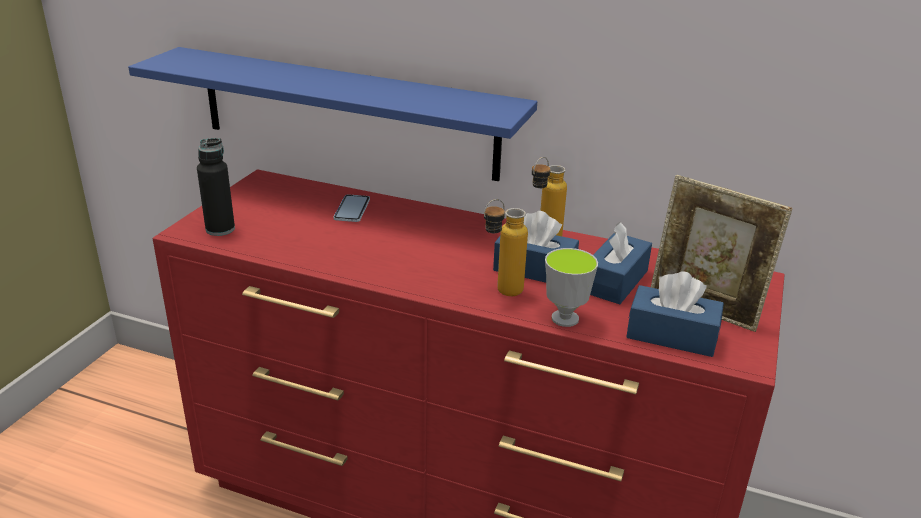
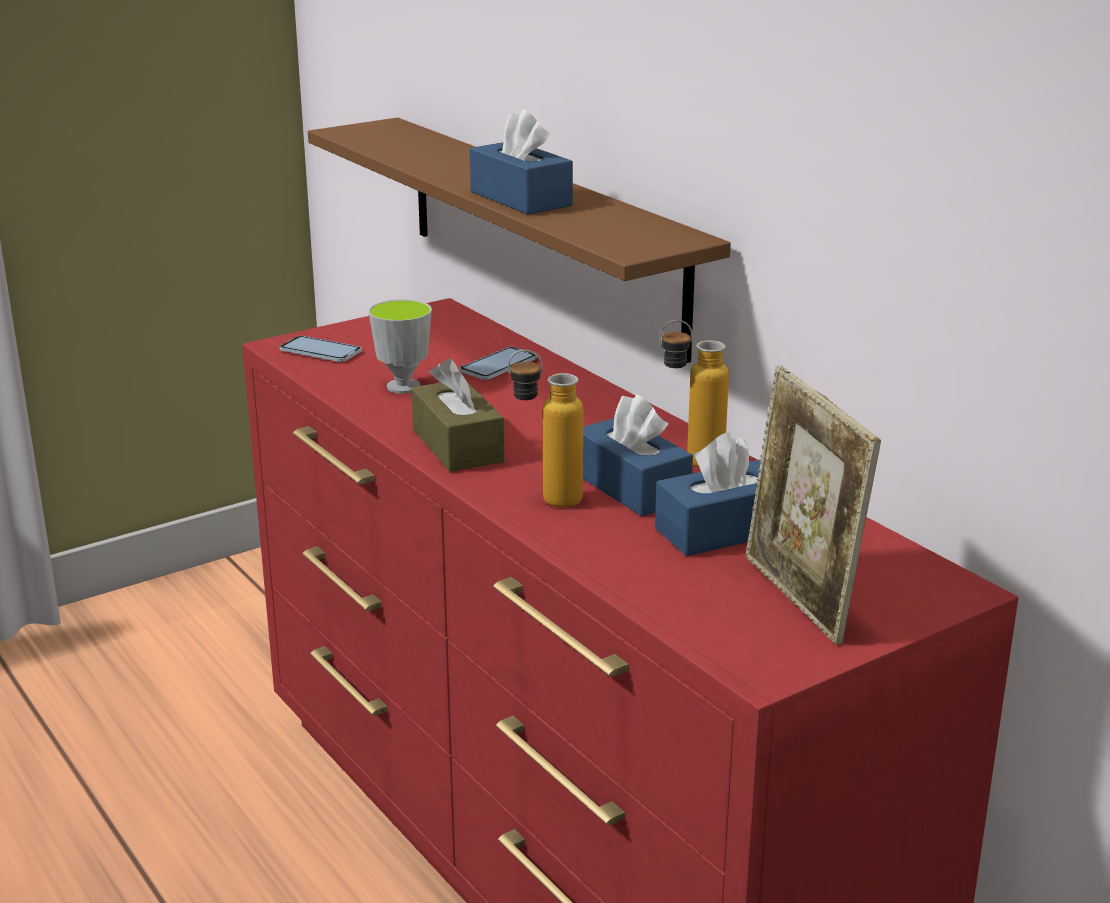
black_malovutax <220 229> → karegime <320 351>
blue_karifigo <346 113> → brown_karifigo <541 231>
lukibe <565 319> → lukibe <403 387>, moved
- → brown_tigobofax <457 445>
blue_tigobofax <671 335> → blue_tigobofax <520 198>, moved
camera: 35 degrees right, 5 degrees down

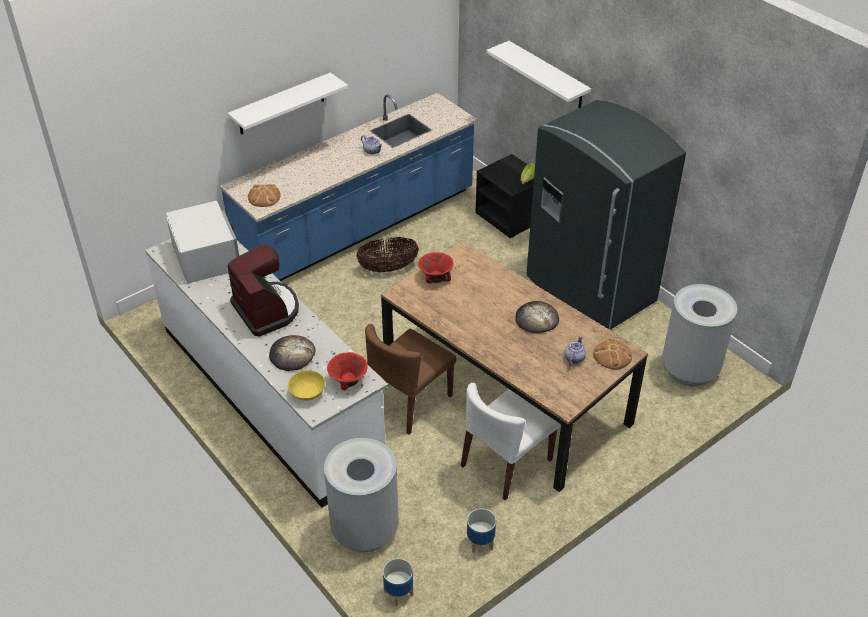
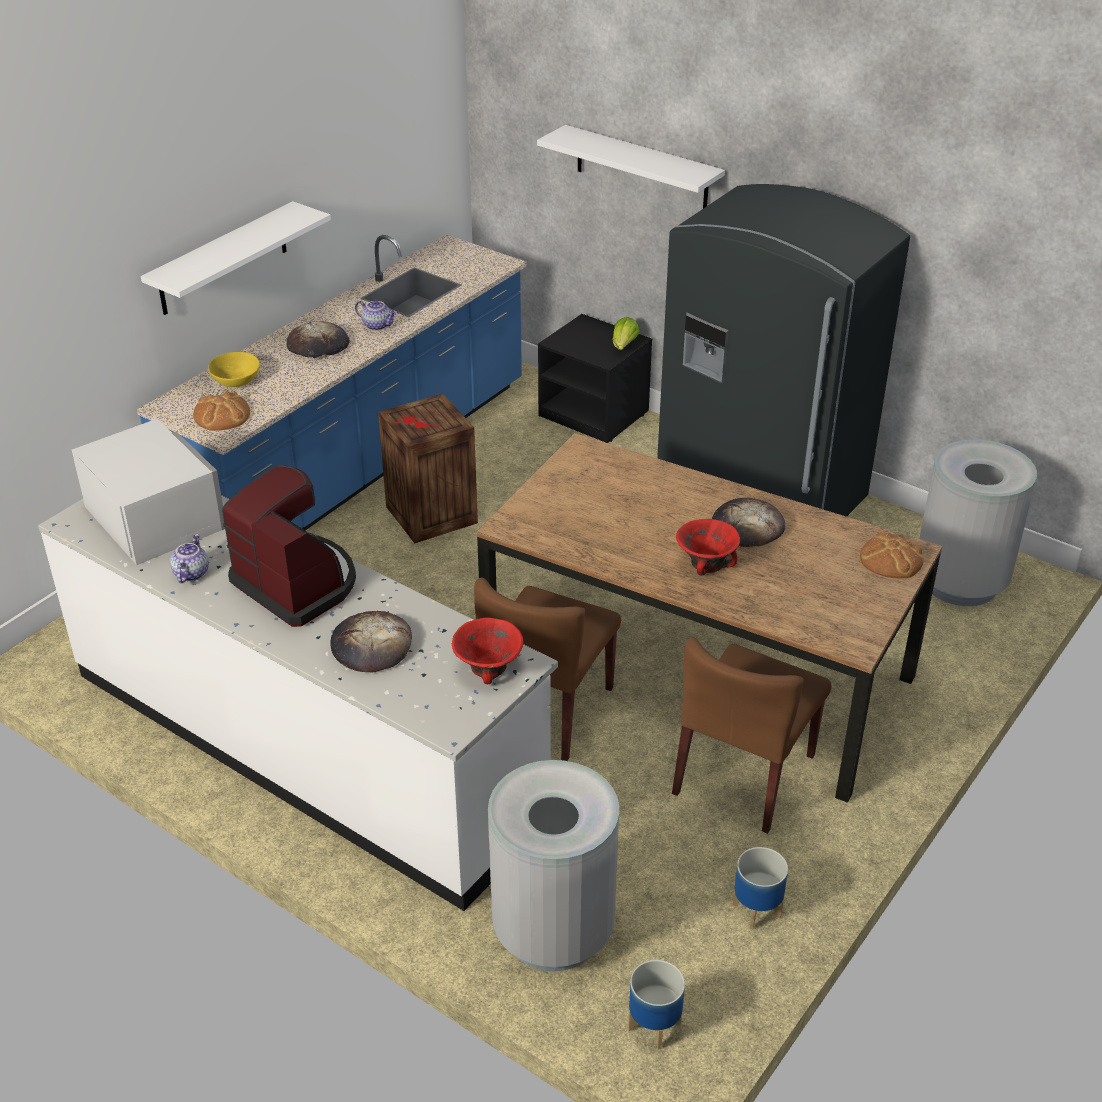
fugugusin <573 358> → fugugusin <190 573>, moved
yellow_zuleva <307 393> → yellow_zuleva <236 381>, moved
- → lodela <318 345>
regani <388 268> → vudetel <431 516>
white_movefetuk <506 463> → brown_movefetuk <744 775>
red_zuleva <436 277> → red_zuleva <707 564>, moved
camera: 15 degrees left, 5 degrees down

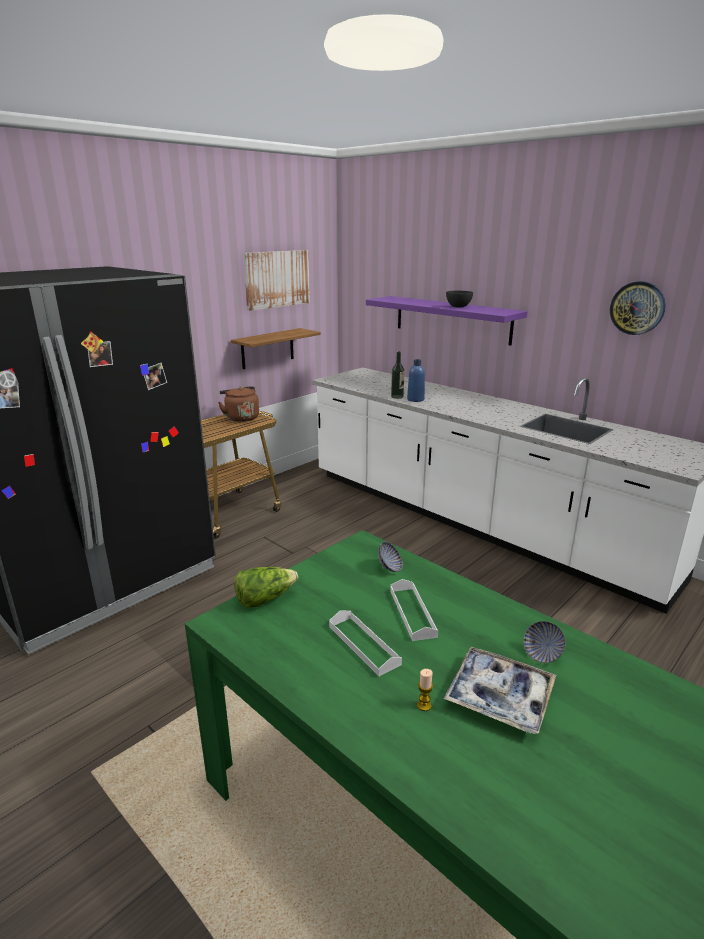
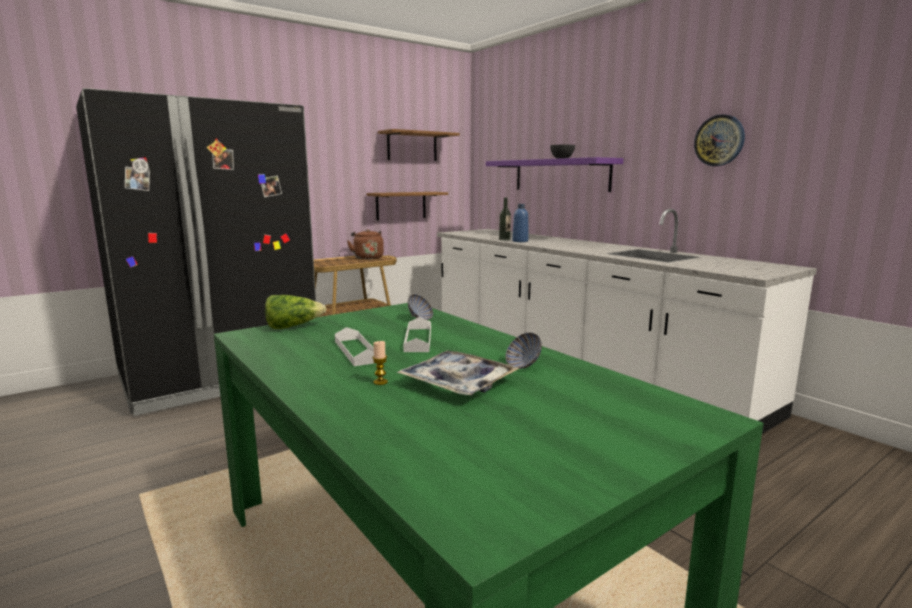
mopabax <277 279> → karifigo <412 146>
camera: 10 degrees right, 10 degrees down

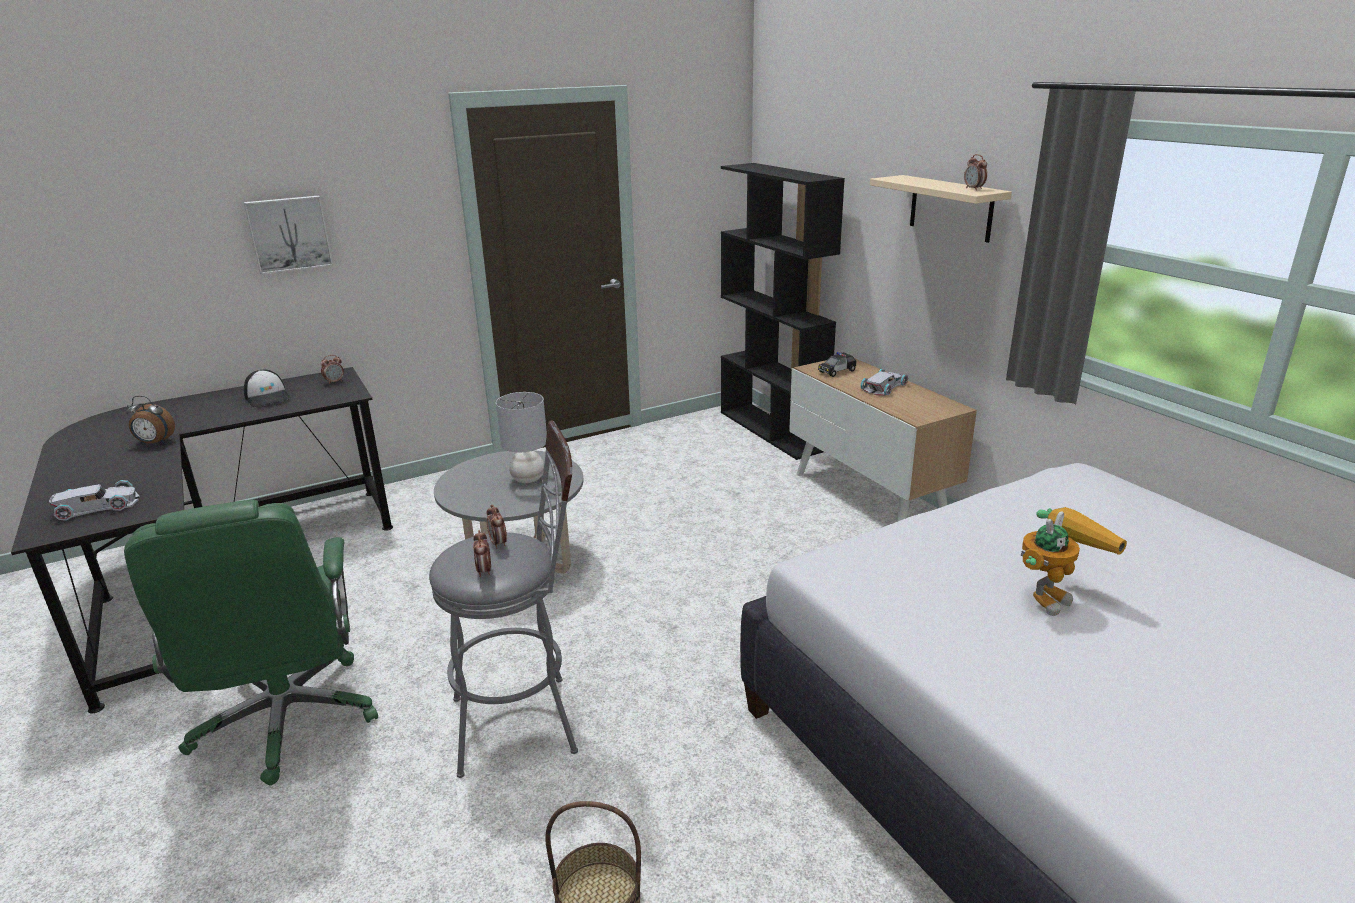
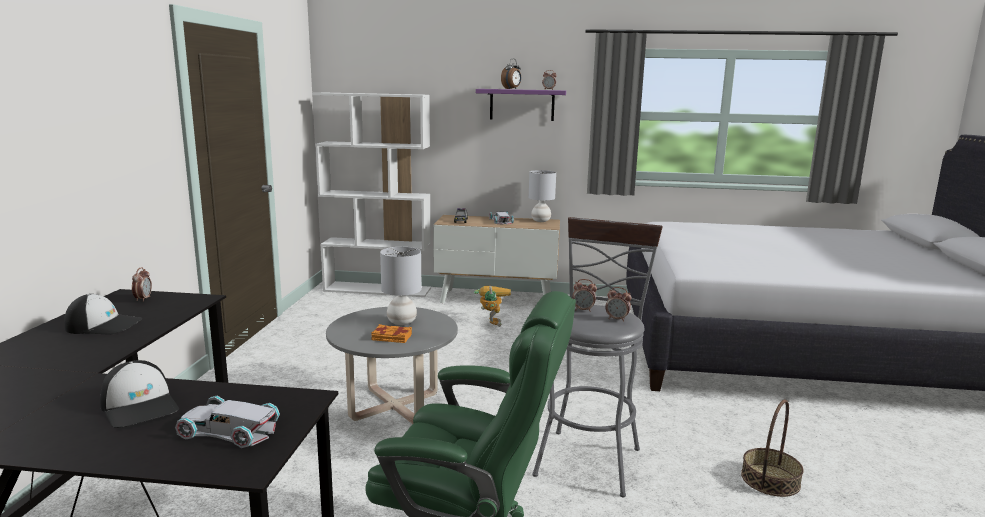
- → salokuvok <140 406>
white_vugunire <98 507> → white_vugunire <229 429>, 90 degrees counterclockwise
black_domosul <773 430> → white_domosul <378 289>
- → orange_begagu <391 337>
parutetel <1052 594> → parutetel <491 321>, moved
beige_karifigo <951 208> → purple_karifigo <522 104>
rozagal <155 443> → rozagal <511 89>, moved
- → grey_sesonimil <541 221>
mopabax <289 234> → -
camera: 55 degrees left, 10 degrees down

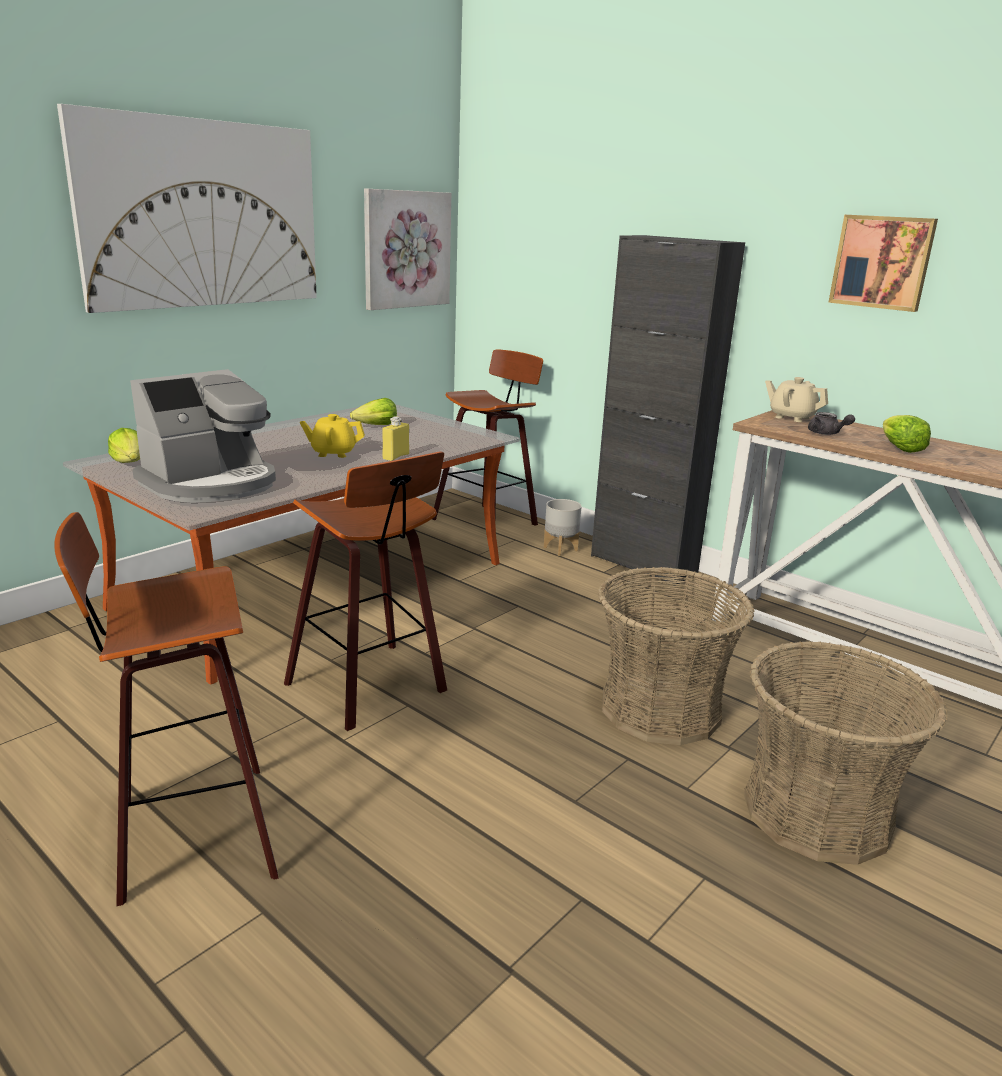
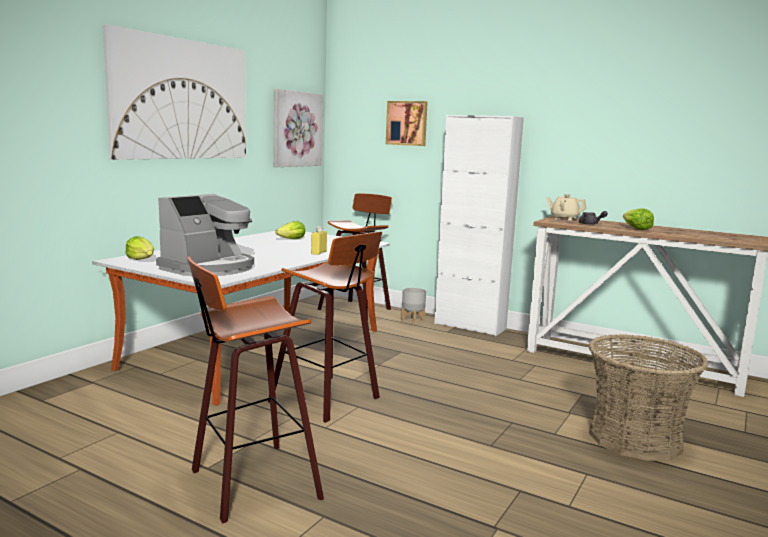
mopabax <882 262> → mopabax <407 123>, moved
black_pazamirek <643 564> → white_pazamirek <470 326>
yellow_fugugusin <333 453> → -
regani <660 709> → -
camera: 10 degrees left, 10 degrees down

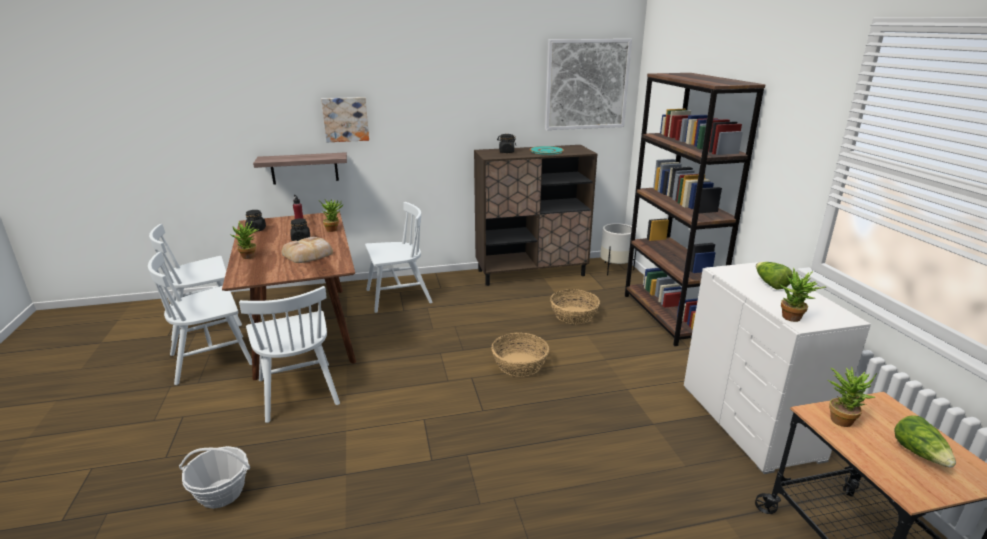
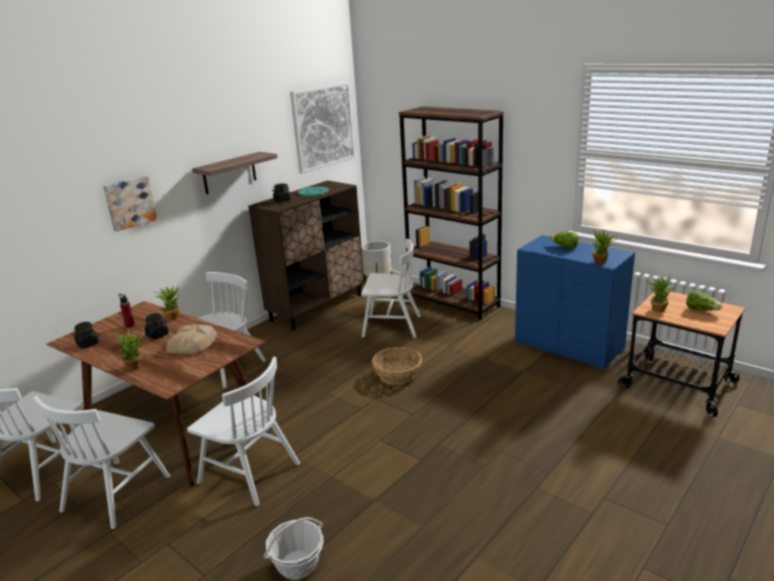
karifigo <304 168> → karifigo <229 173>, moved
regani <574 315> → white_movefetuk <391 326>
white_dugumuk <750 421> → blue_dugumuk <569 346>
camera: 35 degrees left, 0 degrees up

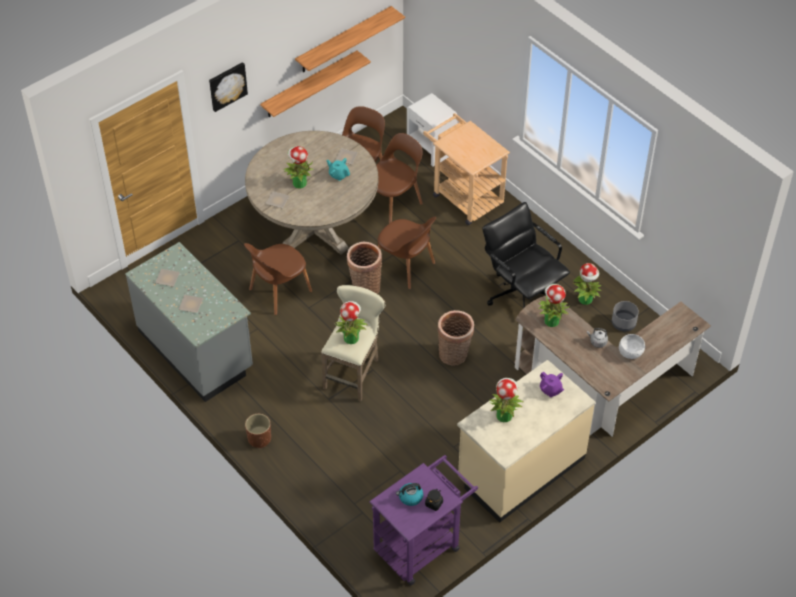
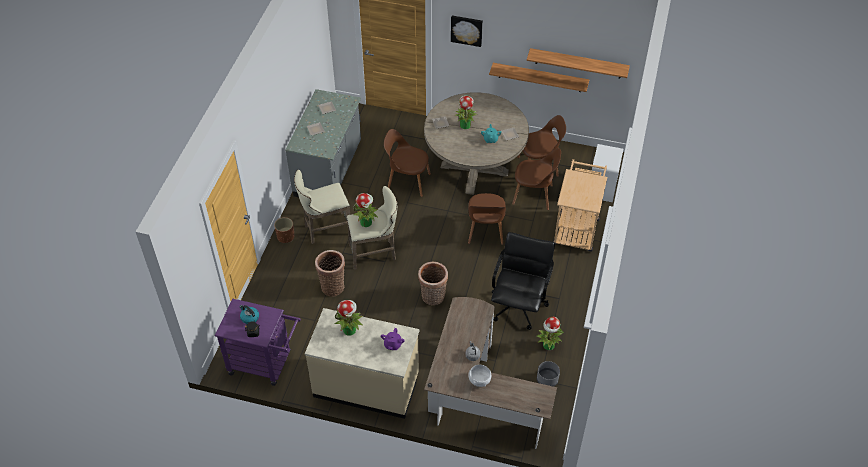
- → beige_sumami <325 229>
regani <364 286> → regani <332 286>, moved
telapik <551 320> → -
camera: 55 degrees right, 0 degrees up

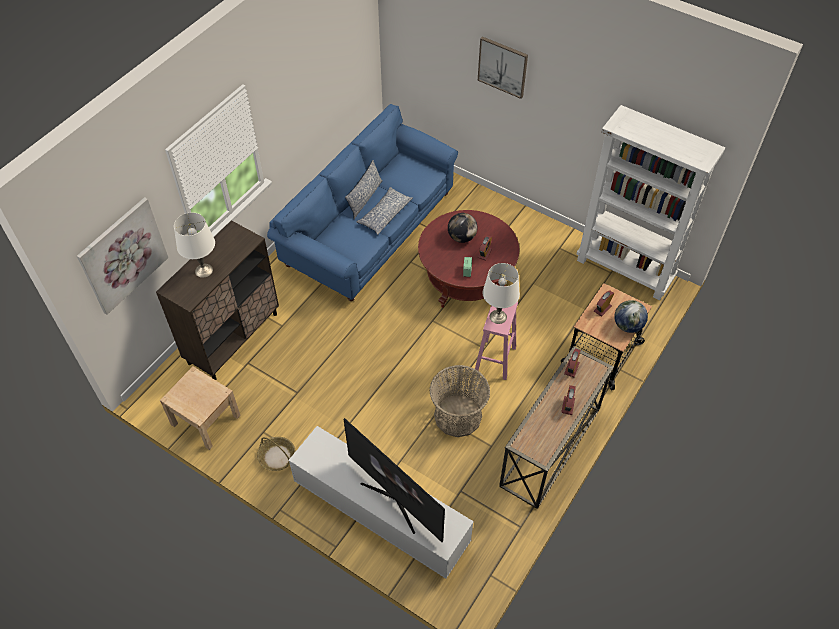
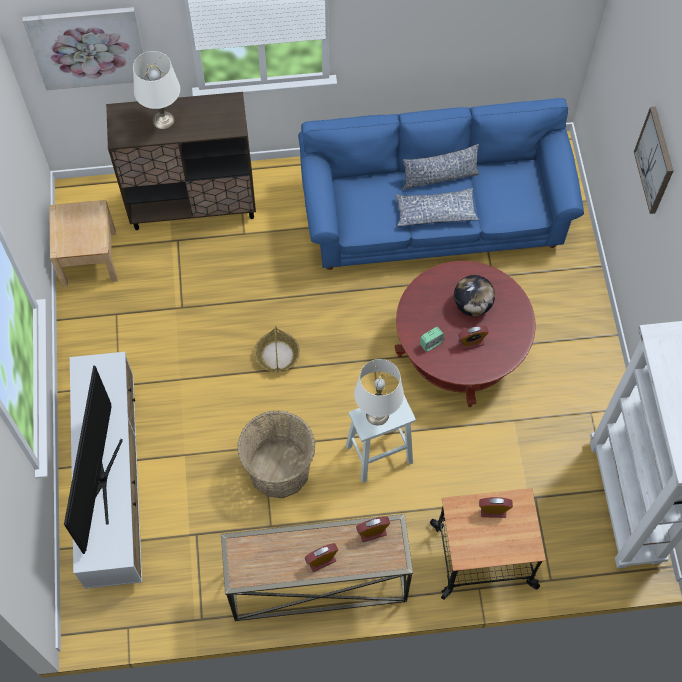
regani <277 457> → regani <277 355>, moved
pink_sumami <495 360> → white_sumami <378 455>
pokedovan <627 326> → -
camera: 50 degrees right, 10 degrees up

